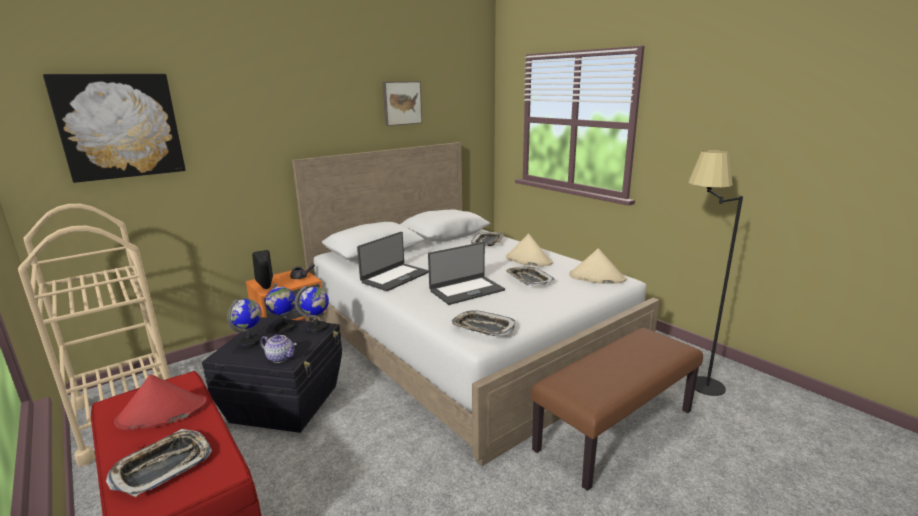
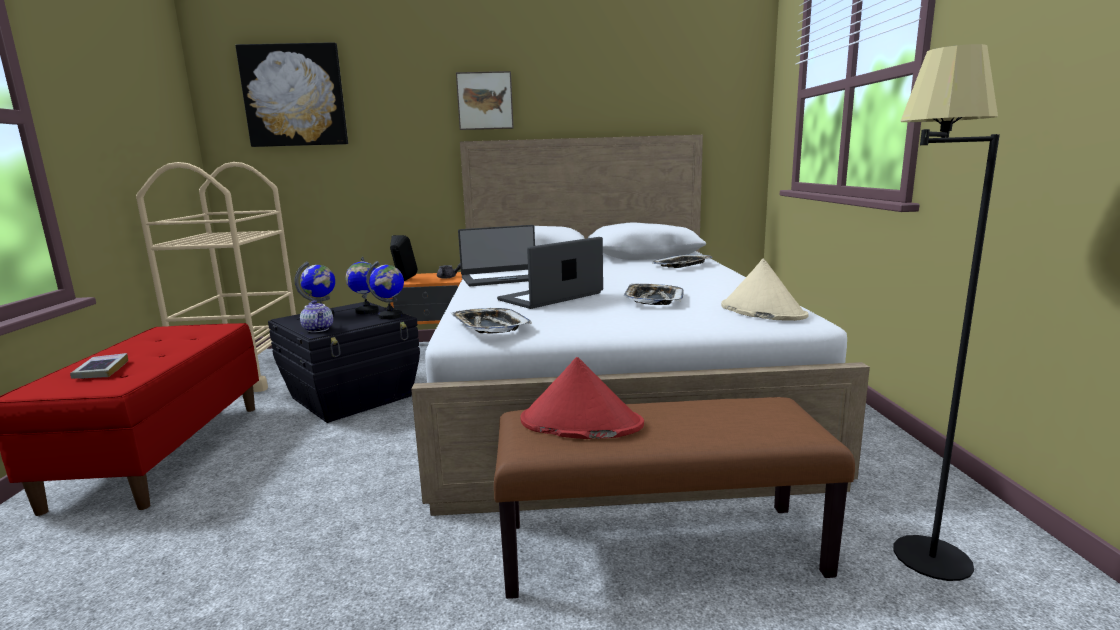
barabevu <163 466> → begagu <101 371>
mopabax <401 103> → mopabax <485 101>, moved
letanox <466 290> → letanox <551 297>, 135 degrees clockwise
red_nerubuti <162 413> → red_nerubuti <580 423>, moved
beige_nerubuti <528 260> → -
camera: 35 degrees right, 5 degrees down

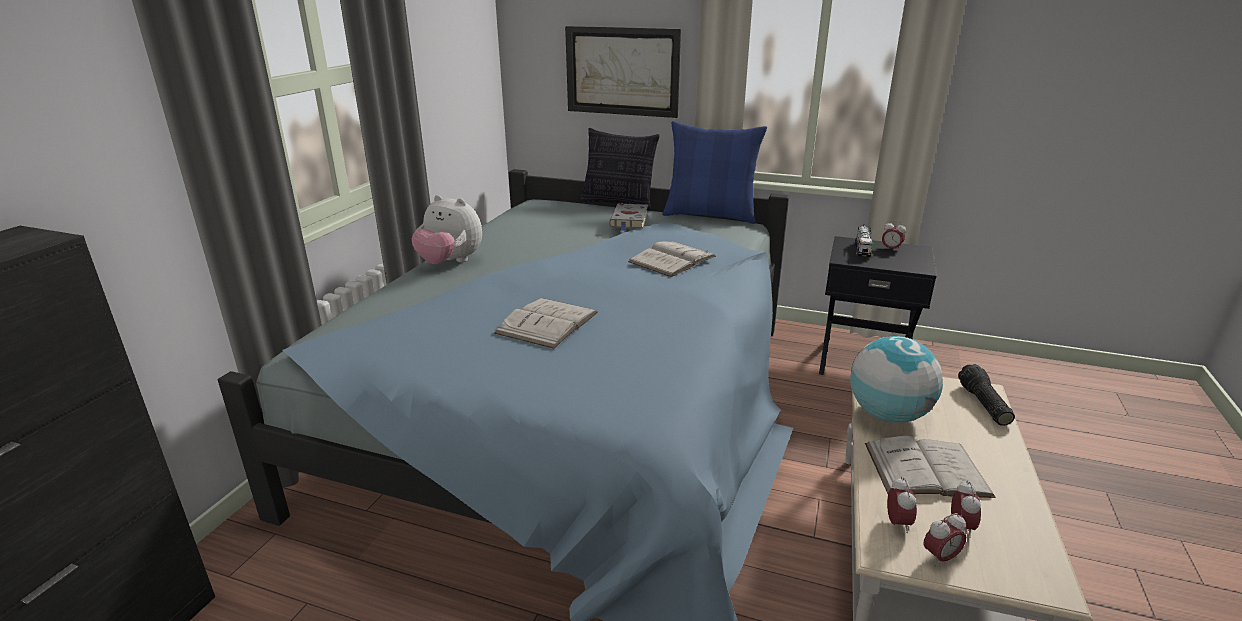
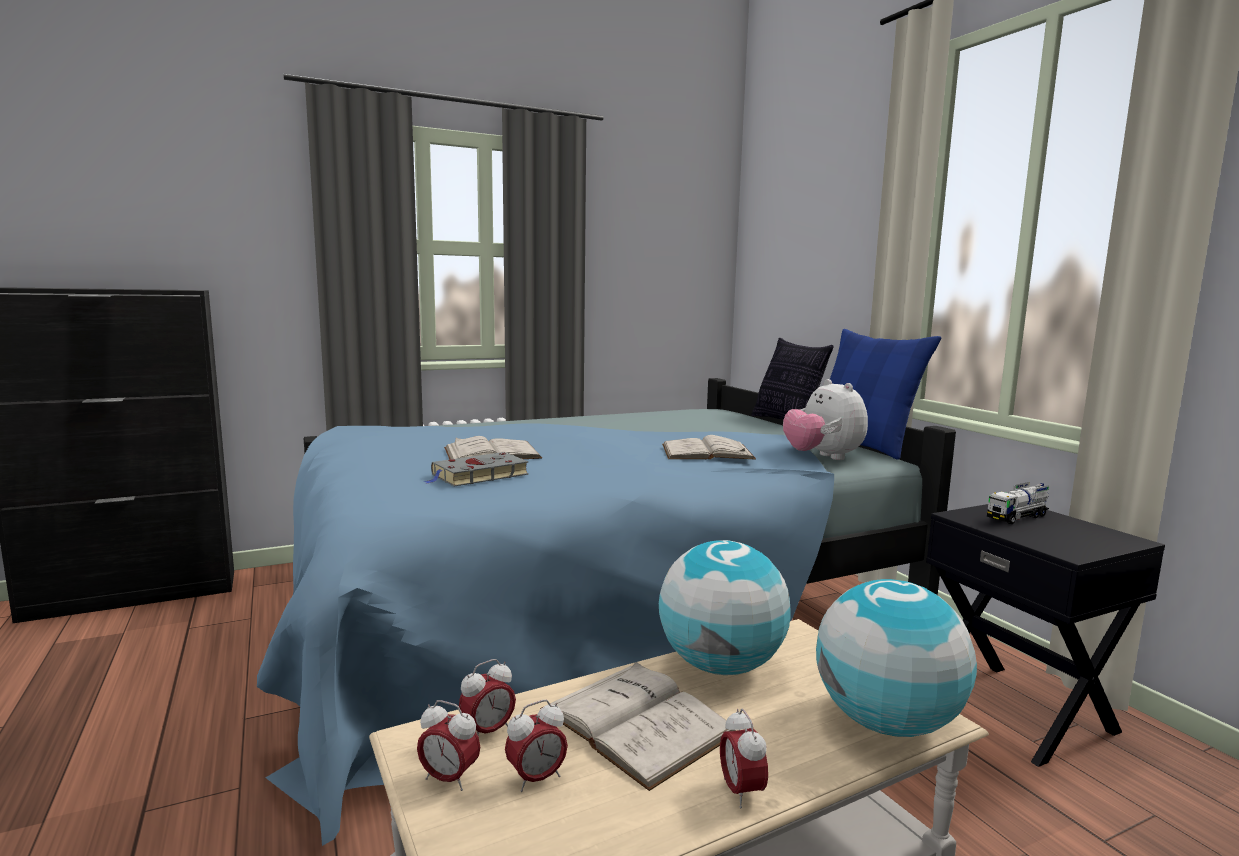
grey_begagu <629 220> → grey_begagu <477 475>, moved
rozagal <891 249> → rozagal <741 792>, moved
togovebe <450 262> → togovebe <823 457>, moved
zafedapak <982 404> → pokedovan <886 723>
mopabax <622 71> → -
camera: 45 degrees right, 15 degrees down

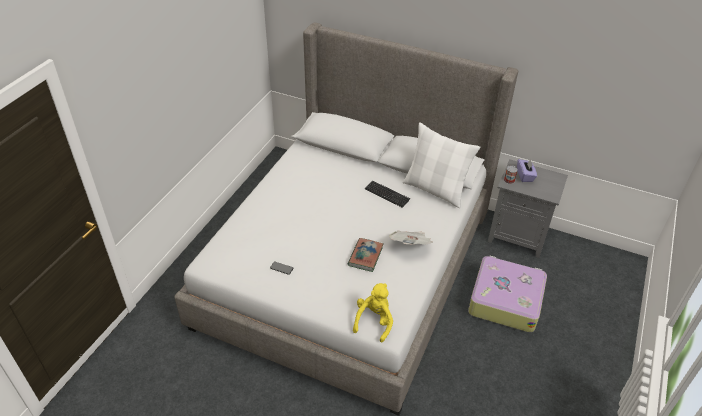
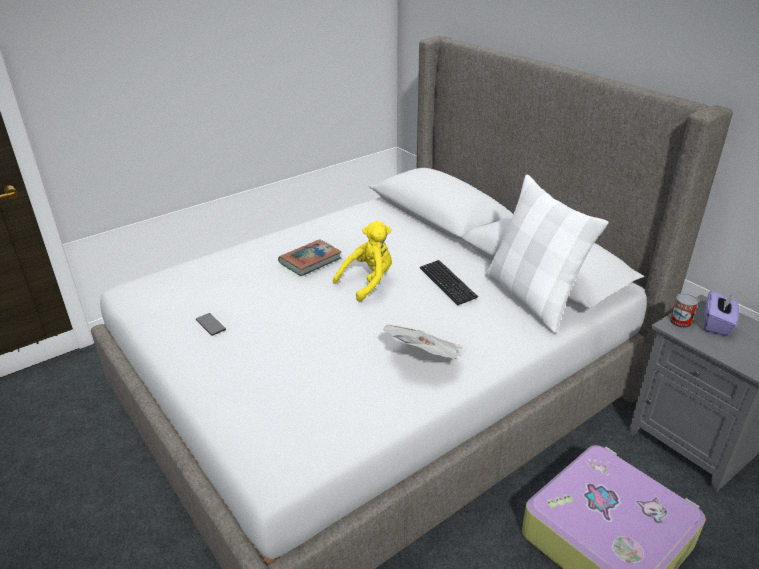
begagu <365 256> → begagu <310 261>, moved
yellow_togovebe <374 321> → yellow_togovebe <368 282>, moved
camera: 30 degrees right, 10 degrees down

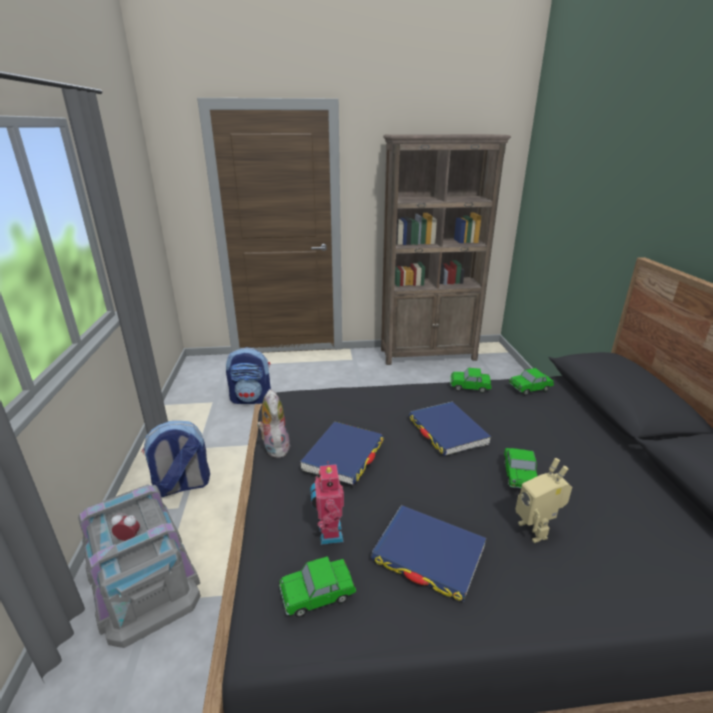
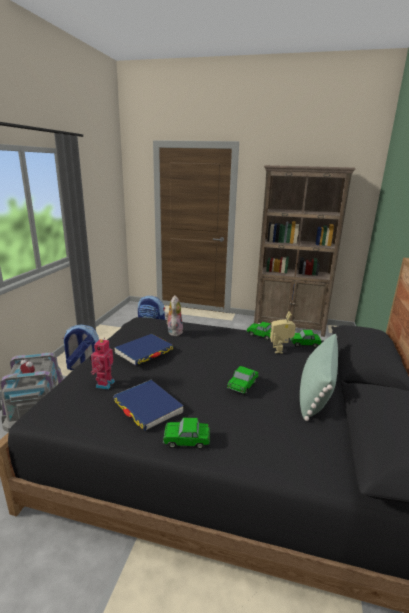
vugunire <317 595> → vugunire <186 440>, moved
togovebe <274 447> → togovebe <174 332>, moved
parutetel <536 529> → parutetel <280 350>, moved
- → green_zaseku <316 391>
blue_begagu <447 431> → -
camera: 20 degrees right, 5 degrees down

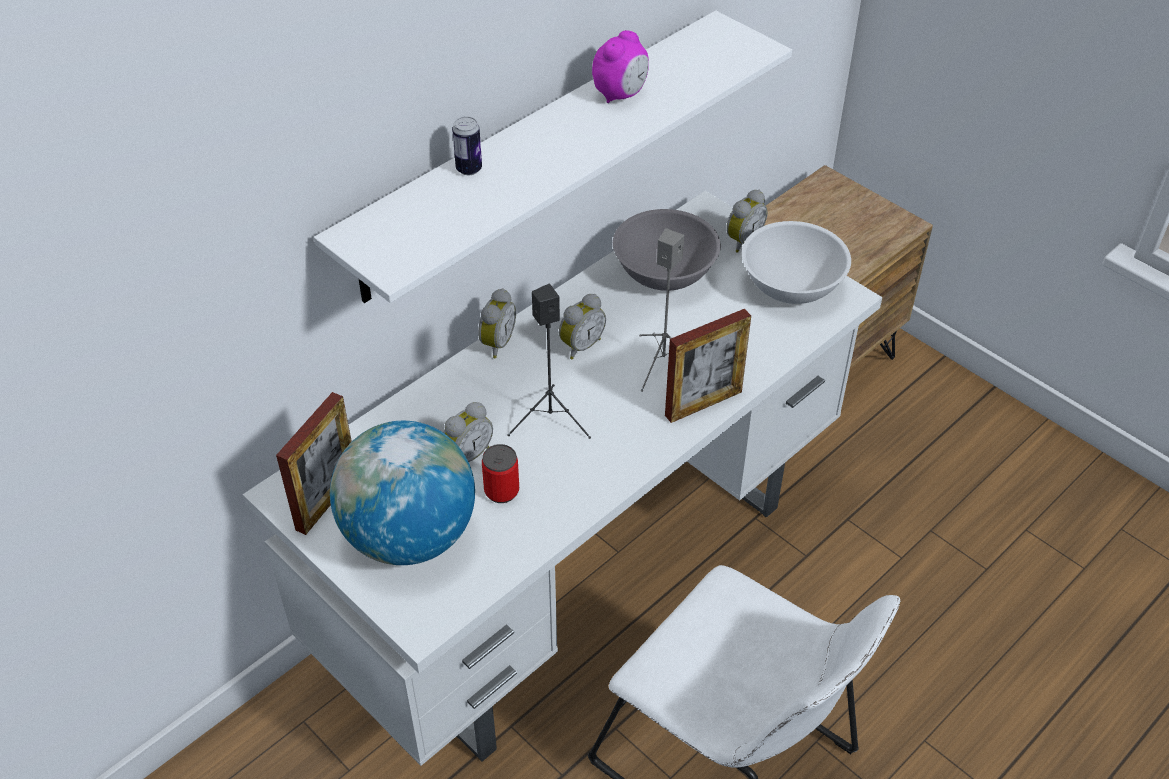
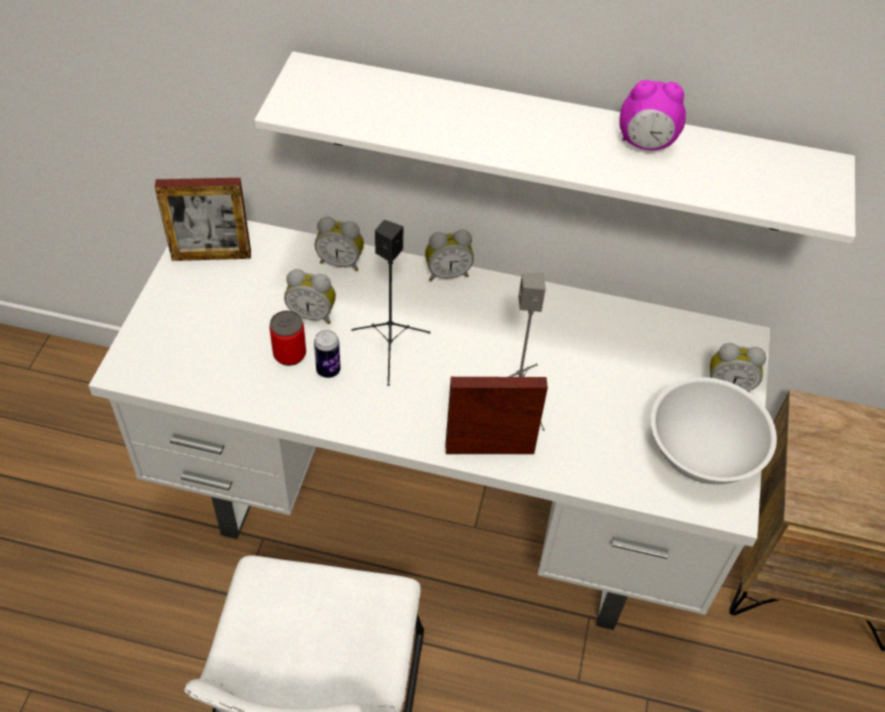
rozagal <580 345> → rozagal <341 262>, moved
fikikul <469 169> → fikikul <328 370>, moved
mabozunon <703 403> → mabozunon <489 449>, 150 degrees clockwise
pokedovan <409 536> → -
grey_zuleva <665 272> → -
camera: 55 degrees right, 5 degrees up

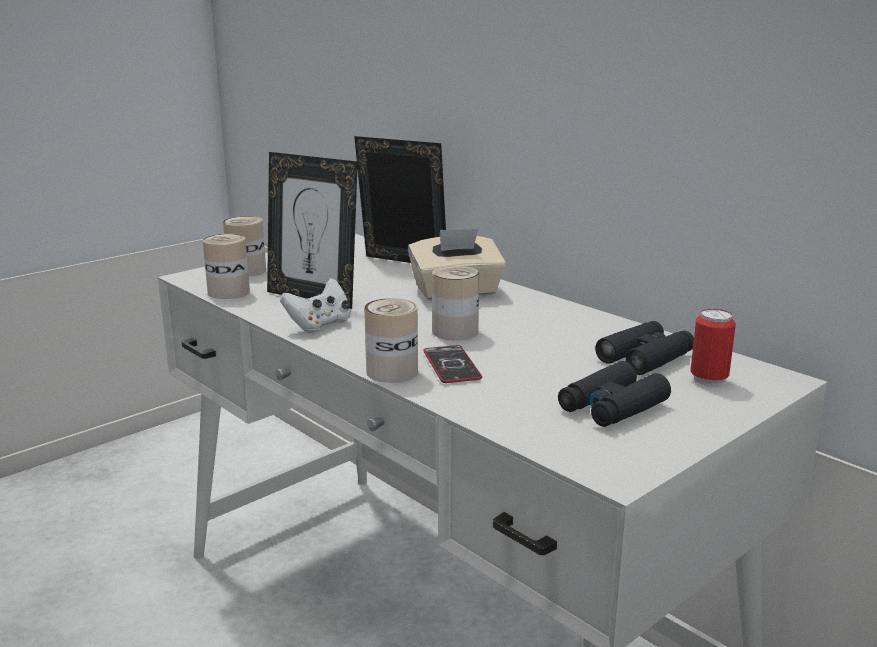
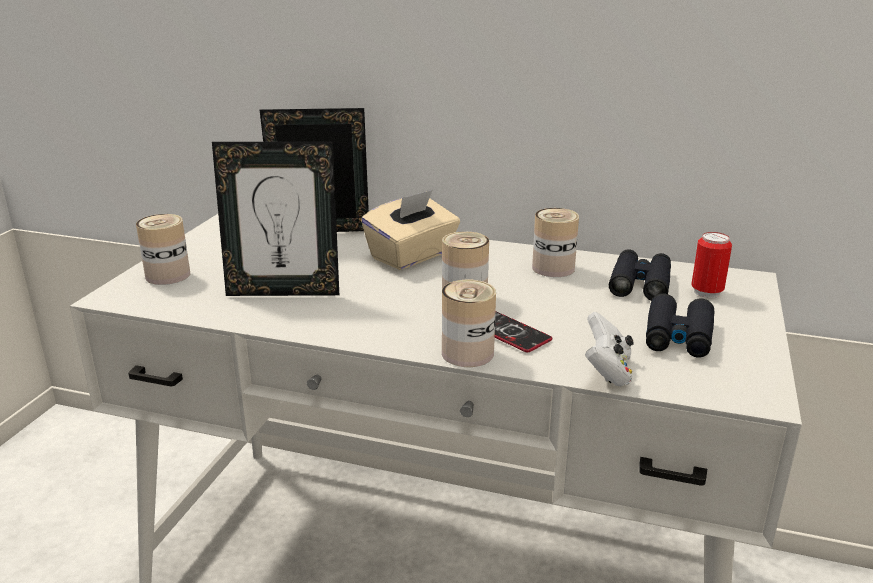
fikikul <228 292> → fikikul <553 268>, moved
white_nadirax <319 325> → white_nadirax <607 371>, moved
camera: 30 degrees left, 5 degrees up

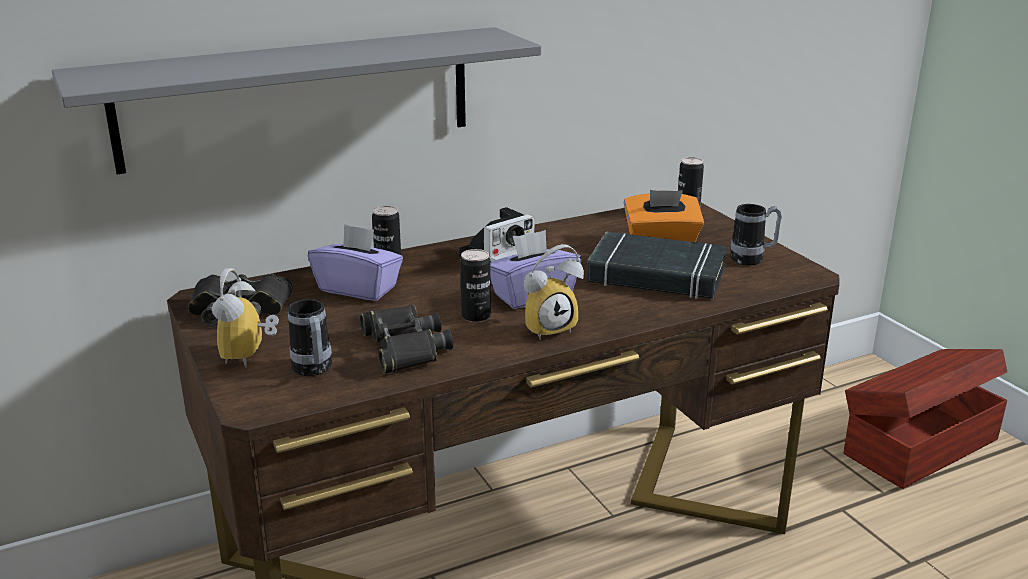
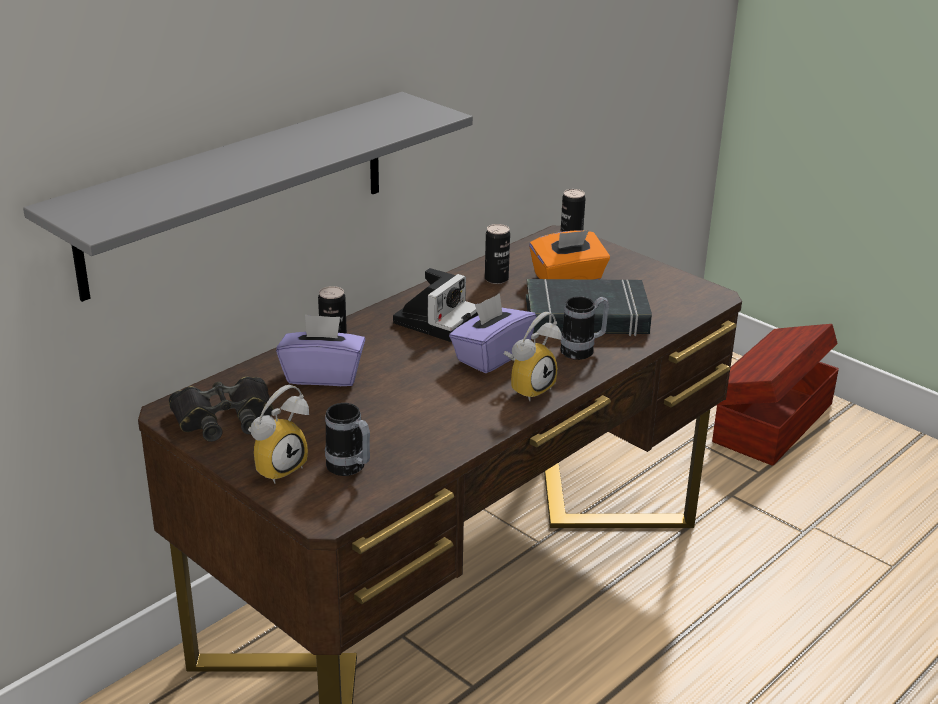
rozagal <250 356> → rozagal <278 466>, 120 degrees counterclockwise
fikikul <476 316> → fikikul <496 279>, moved
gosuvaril <753 259> → gosuvaril <583 351>, moved
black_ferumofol <404 348> → -
camera: 20 degrees left, 5 degrees up

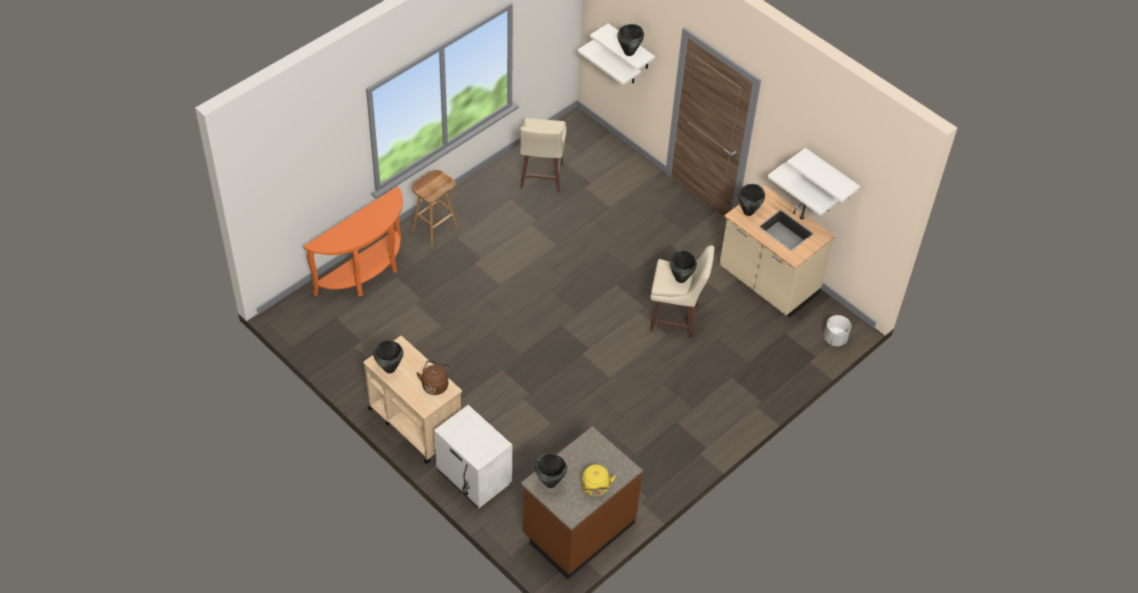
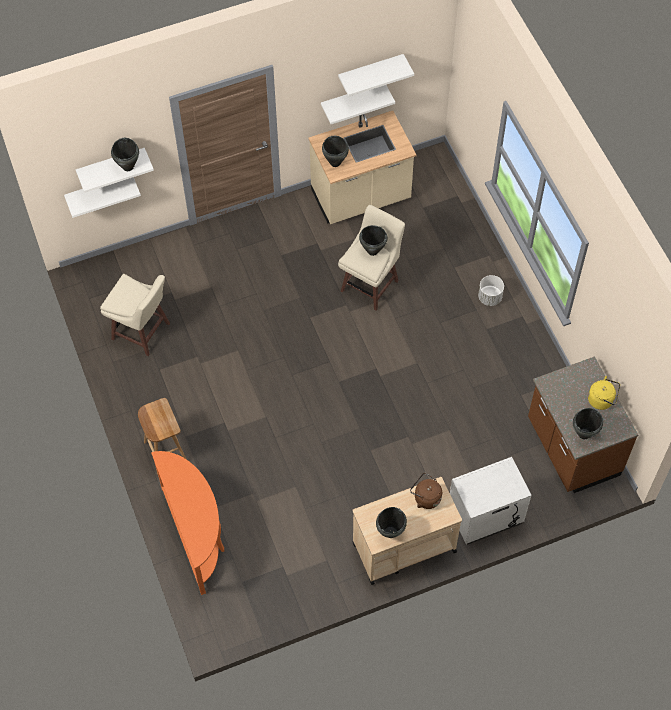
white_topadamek <835 339> → white_topadamek <490 297>, moved
camera: 65 degrees left, 10 degrees up

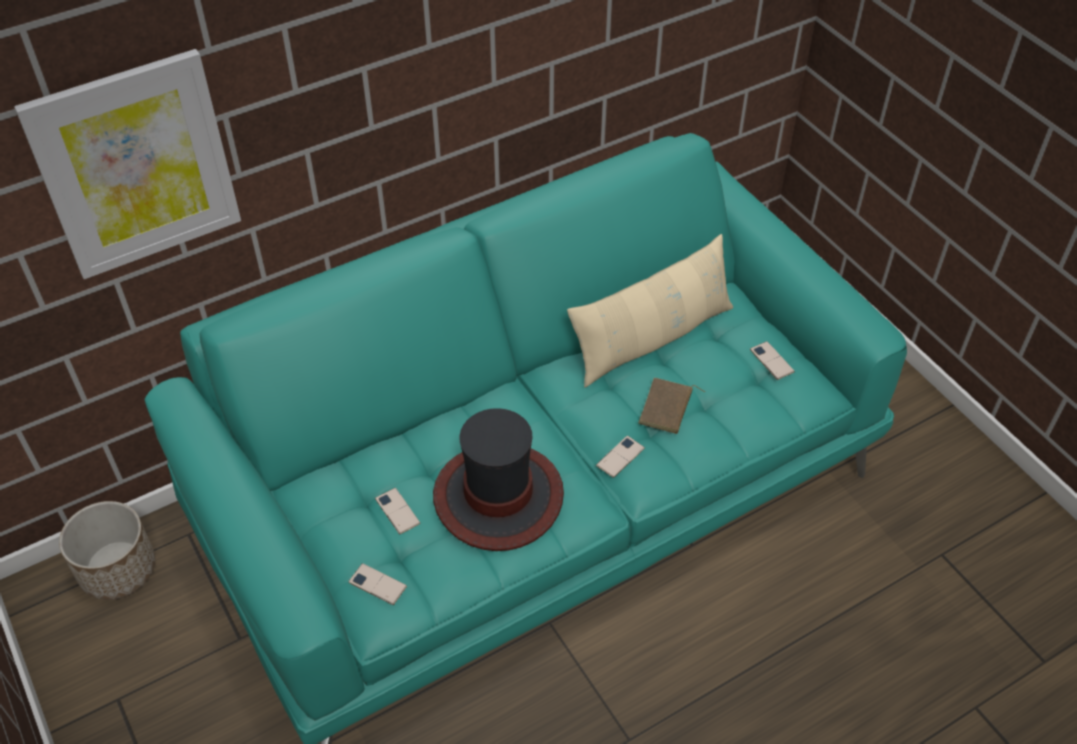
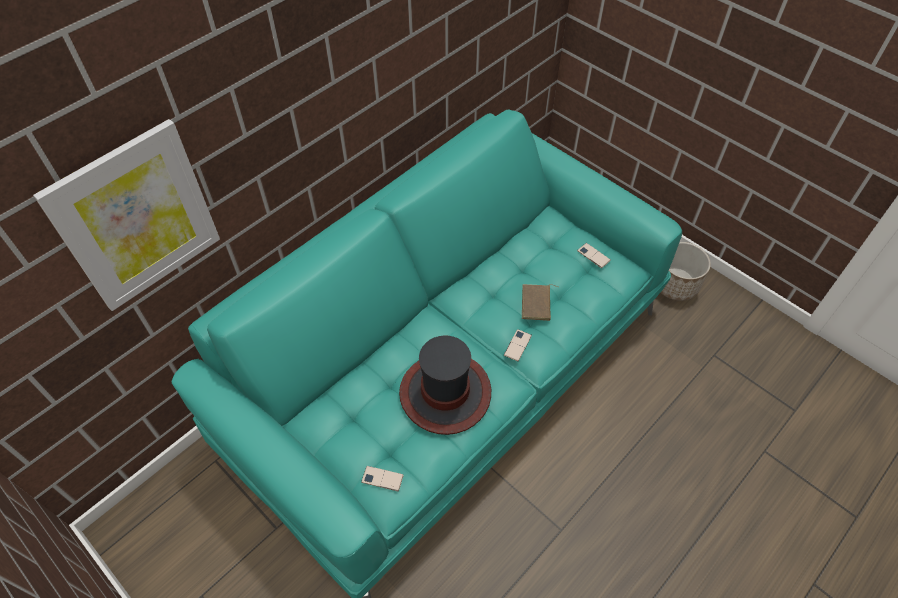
topadamek <118 569> → topadamek <675 284>, moved
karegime <397 511> → -
beige_zaseku <652 339> → -
camera: 15 degrees left, 5 degrees up

